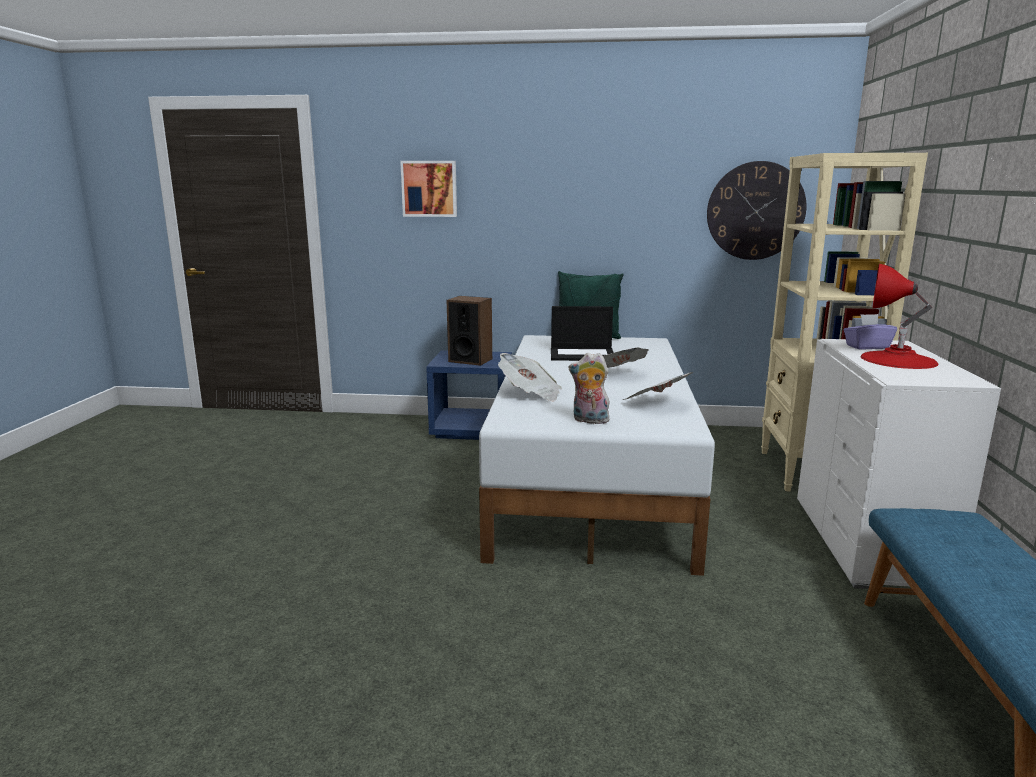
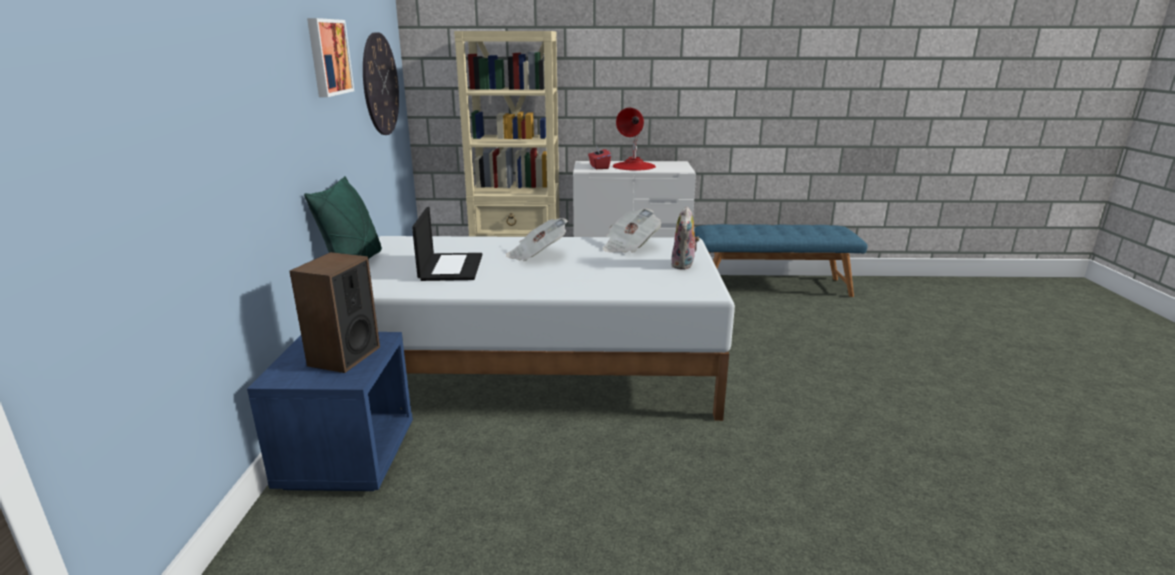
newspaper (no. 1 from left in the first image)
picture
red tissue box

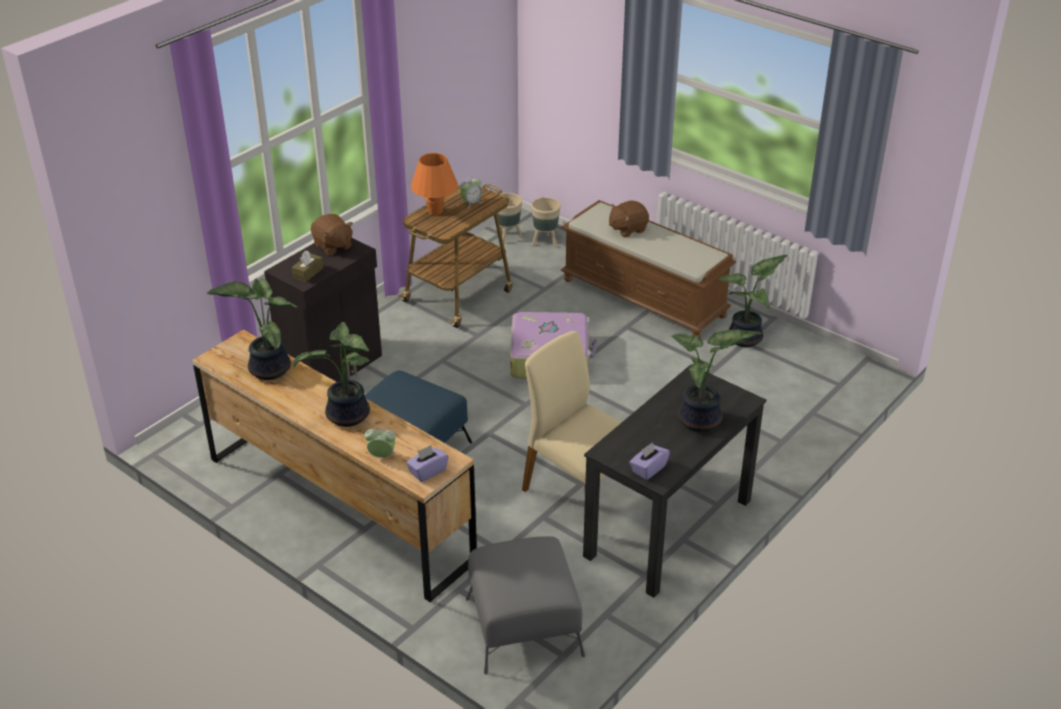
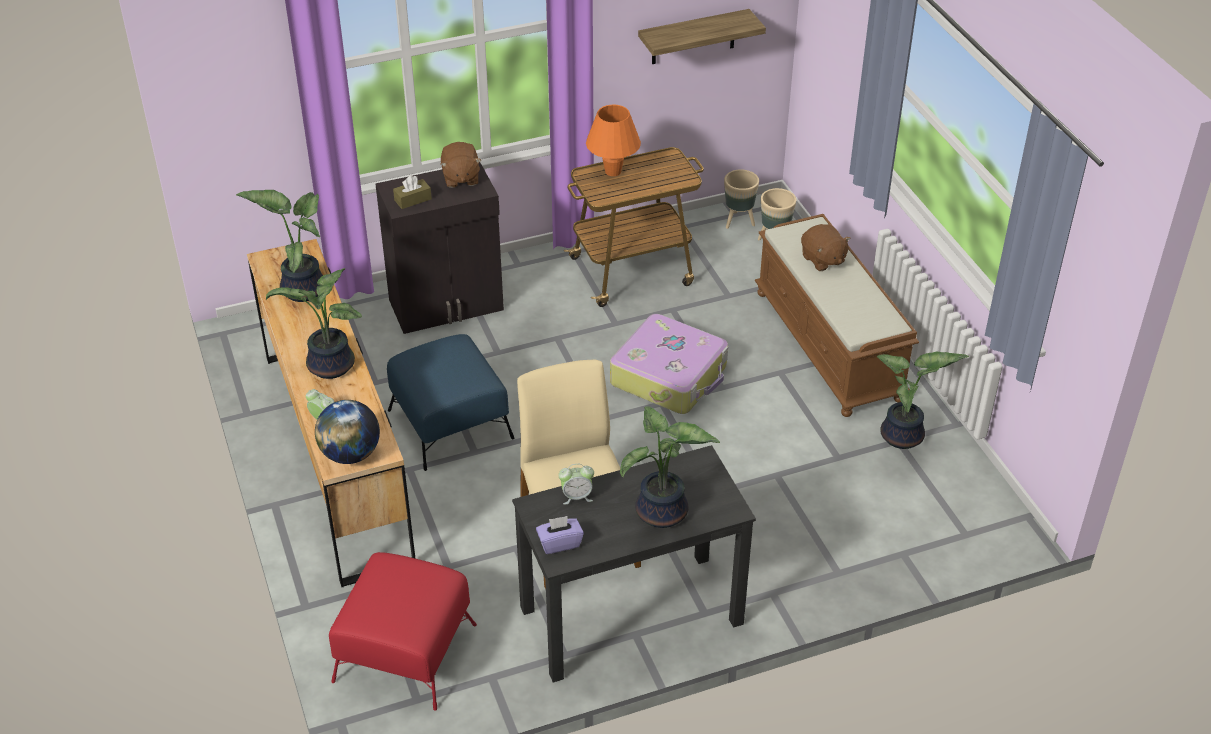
shelf
alarm clock (no. 2 from left)
globe
red ottoman
brown plush toy (no. 2 from left)

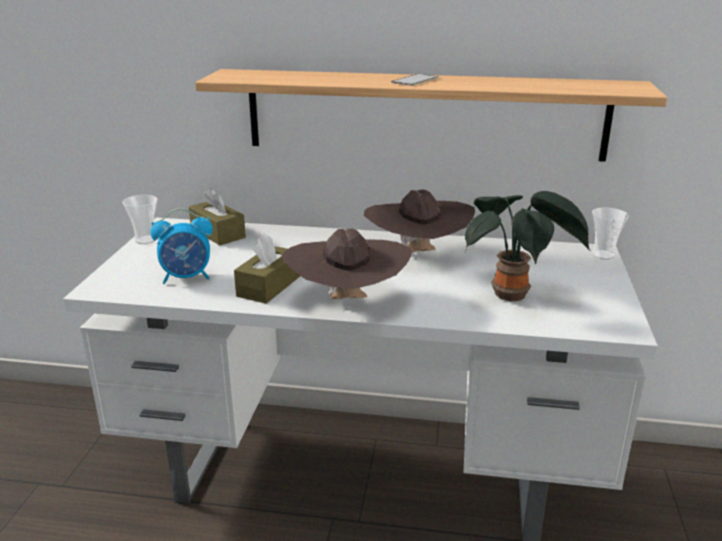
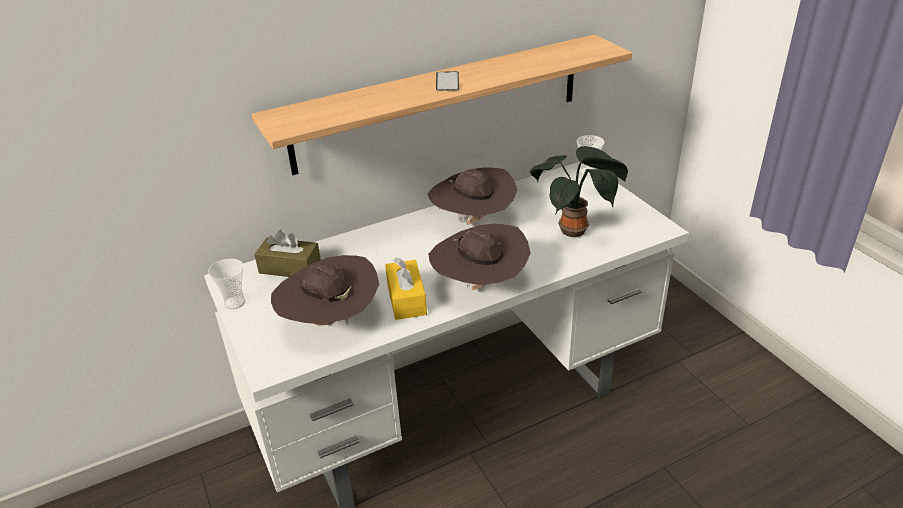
brown hat (no. 1 from left)
yellow tissue box

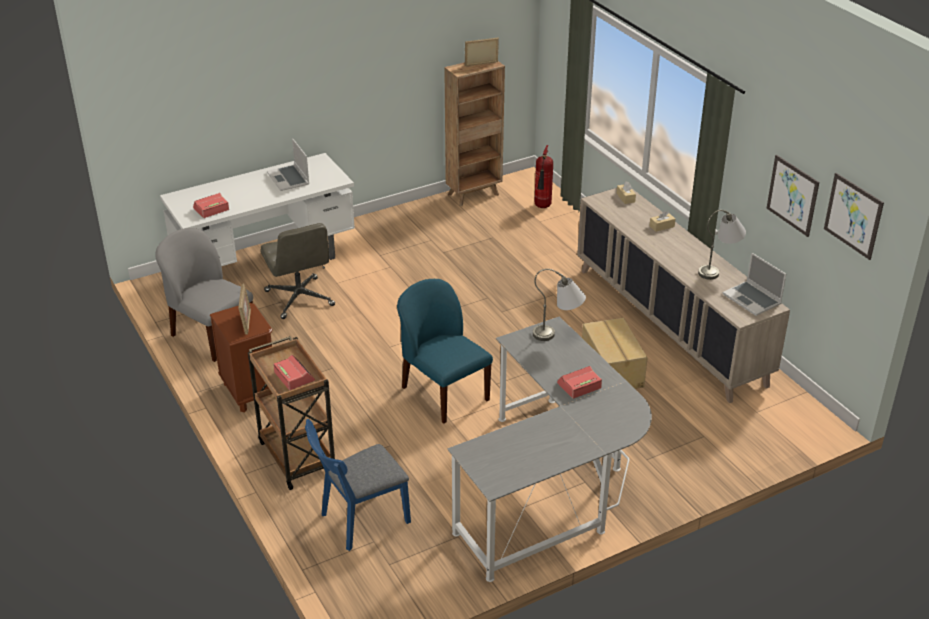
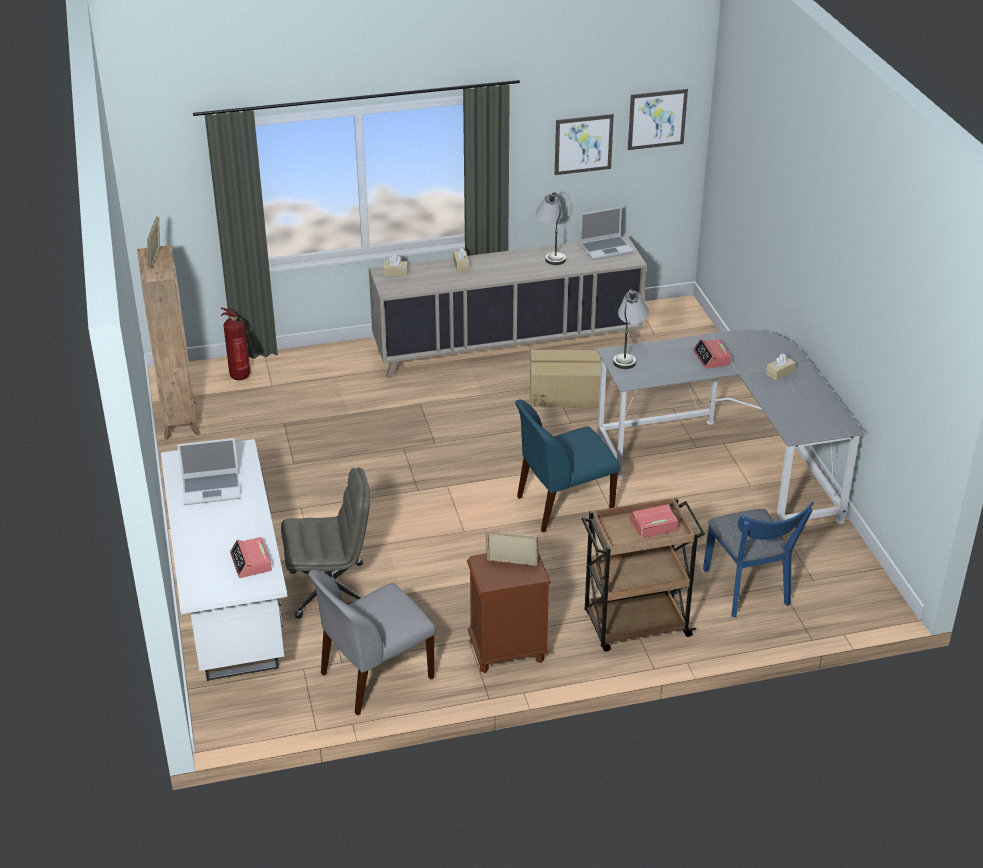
beige tissue box (no. 3 from left)

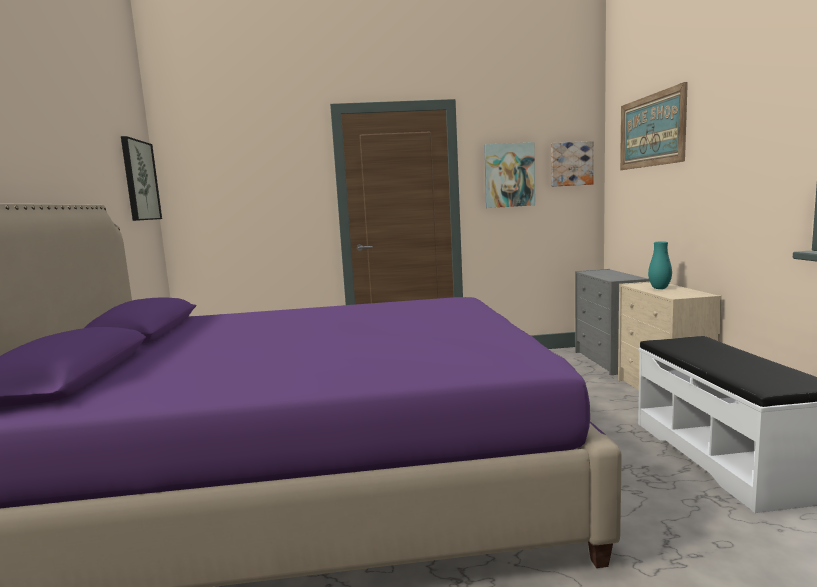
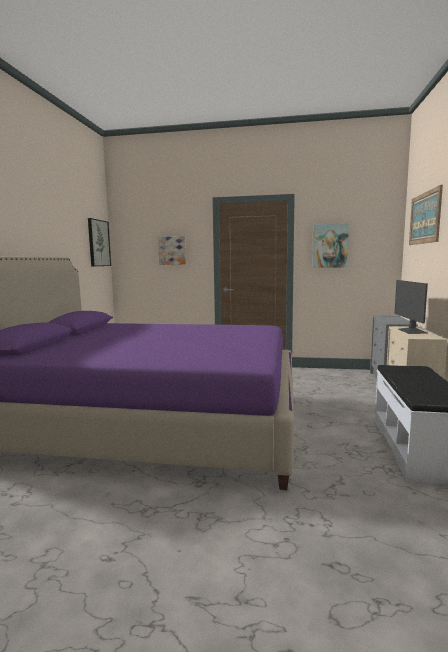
picture (no. 2 from left)
monitor

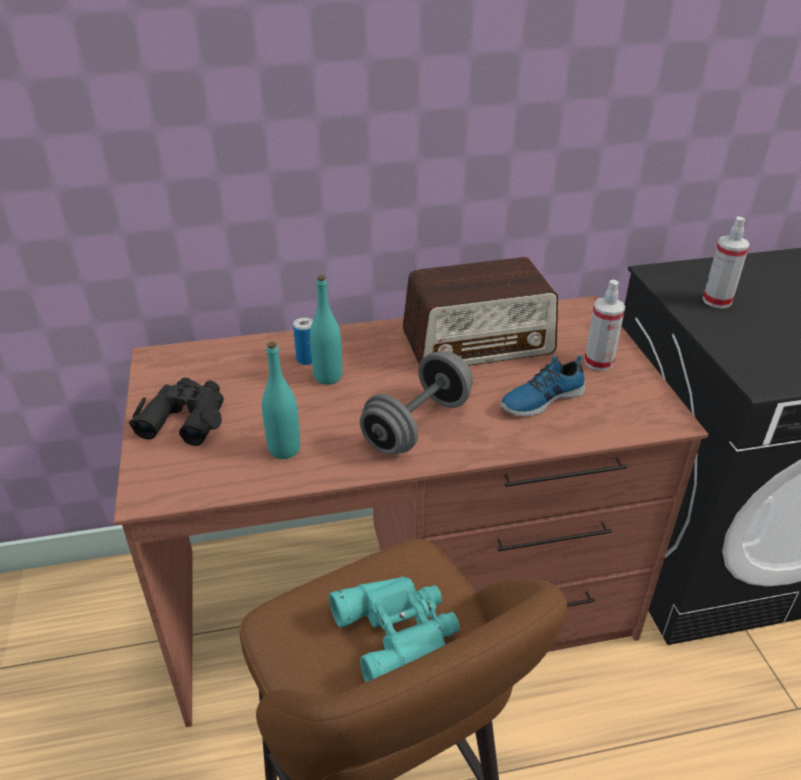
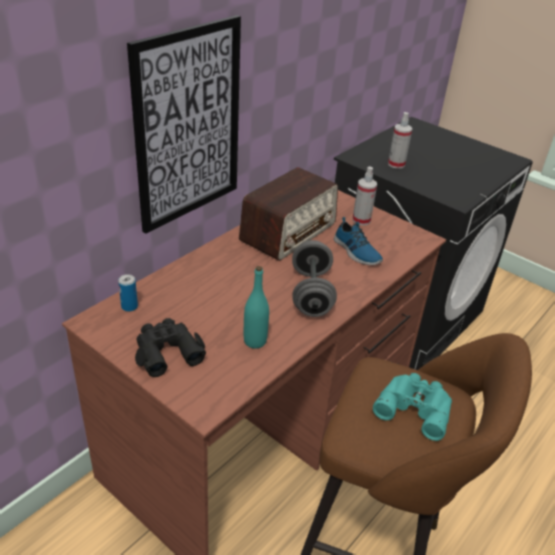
turquoise bottle (no. 2 from left in the first image)
picture
can
shoe

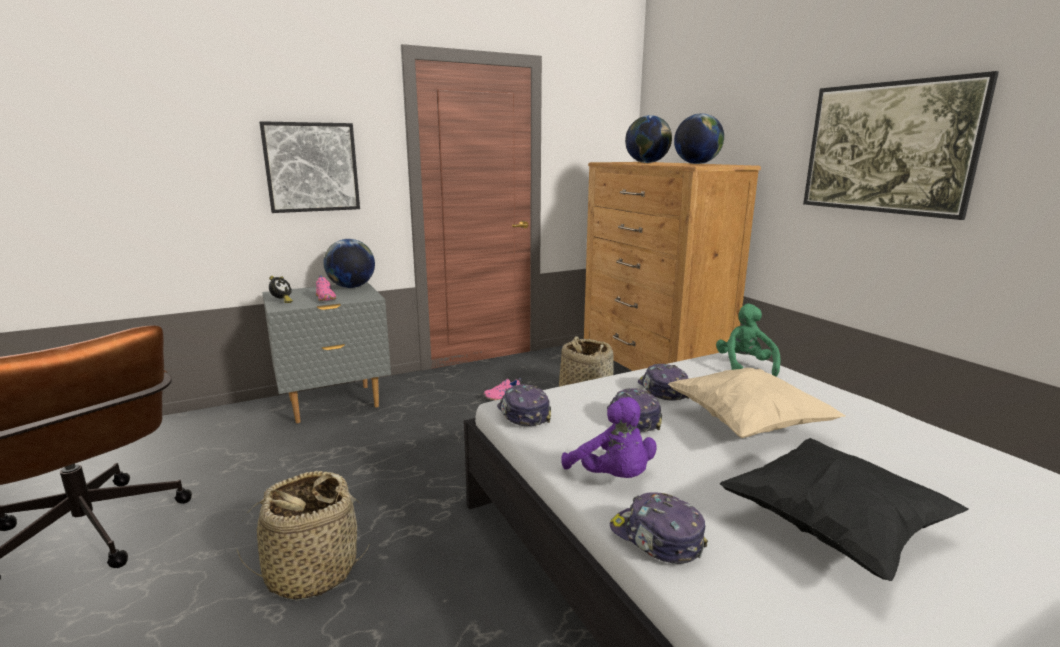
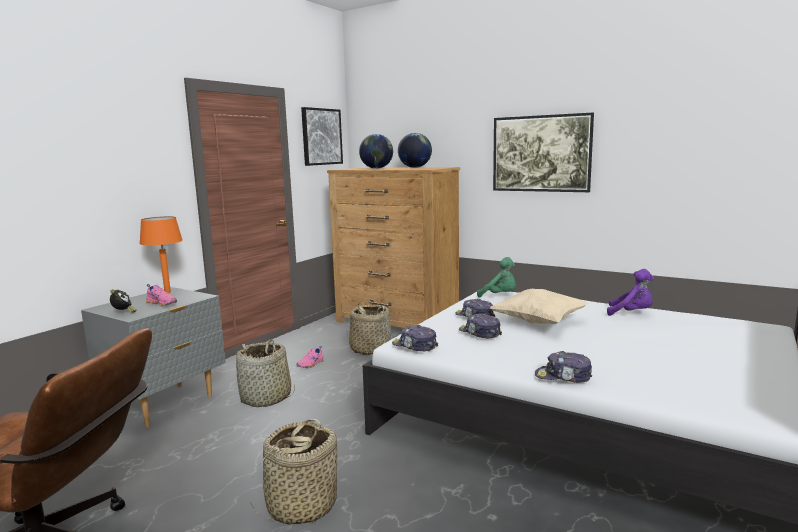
black pillow
basket (no. 1 from left)
picture (no. 1 from left)
purple plush toy
orange table lamp
green plush toy

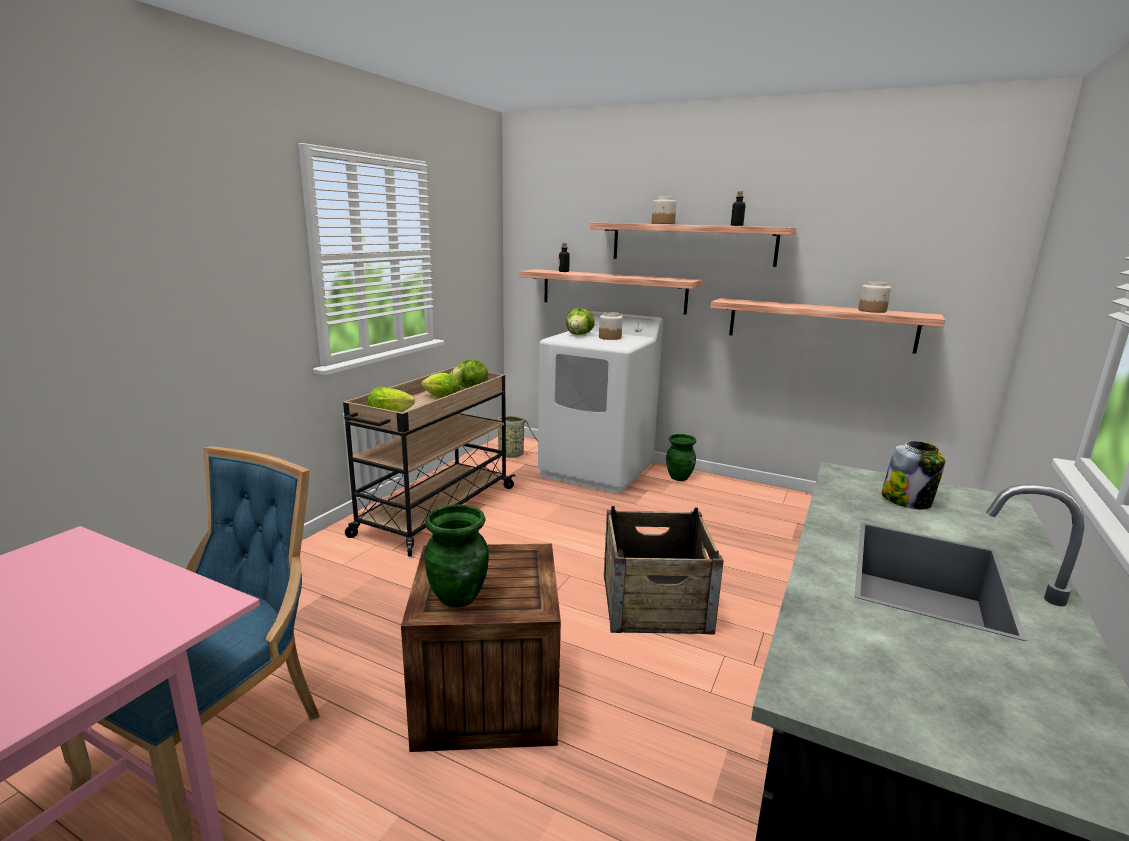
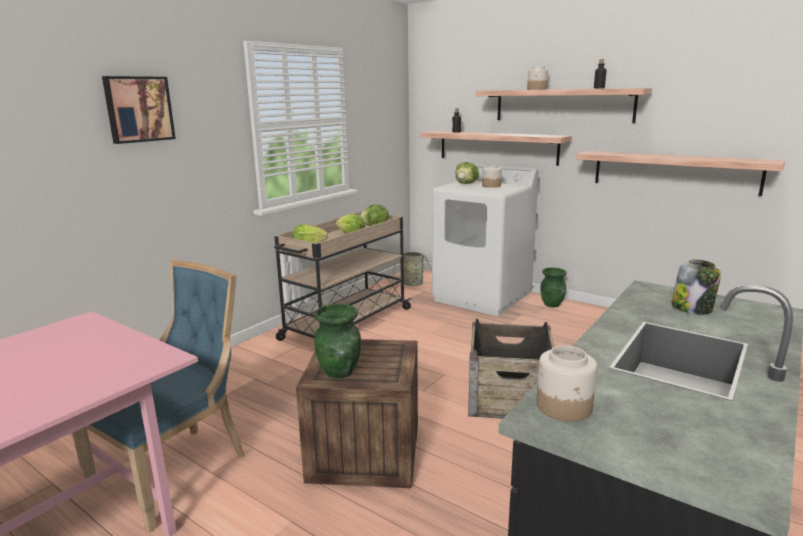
picture
jar (no. 3 from left)

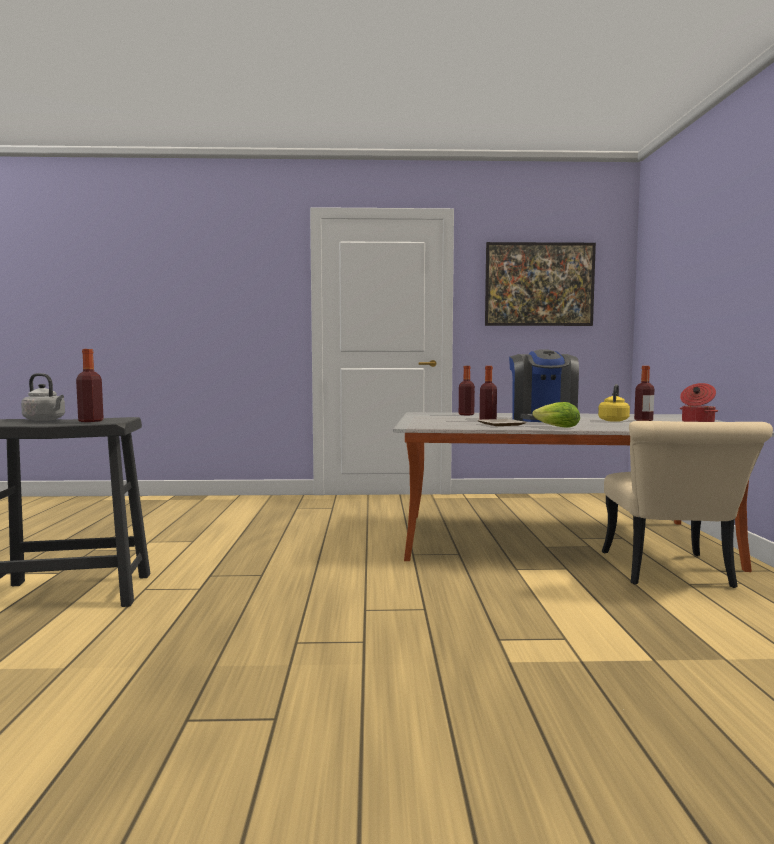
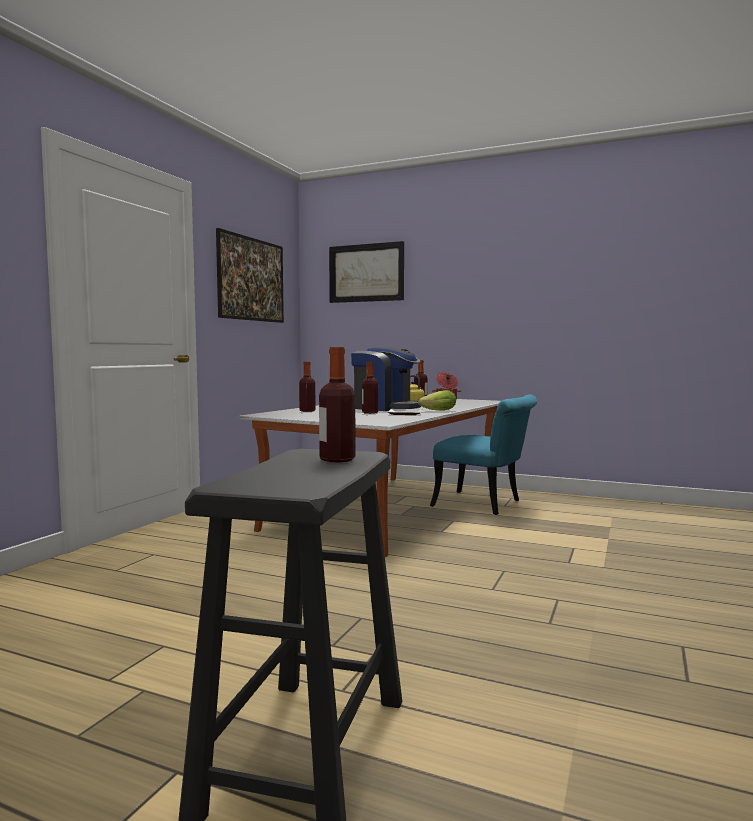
grey kettle
picture (no. 2 from left)
turquoise chair

